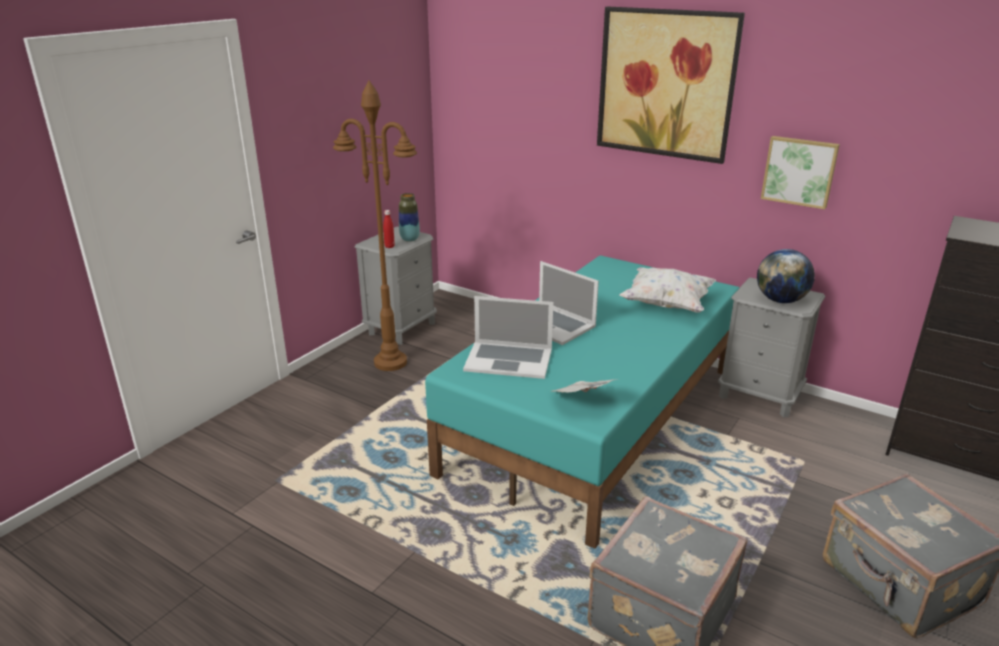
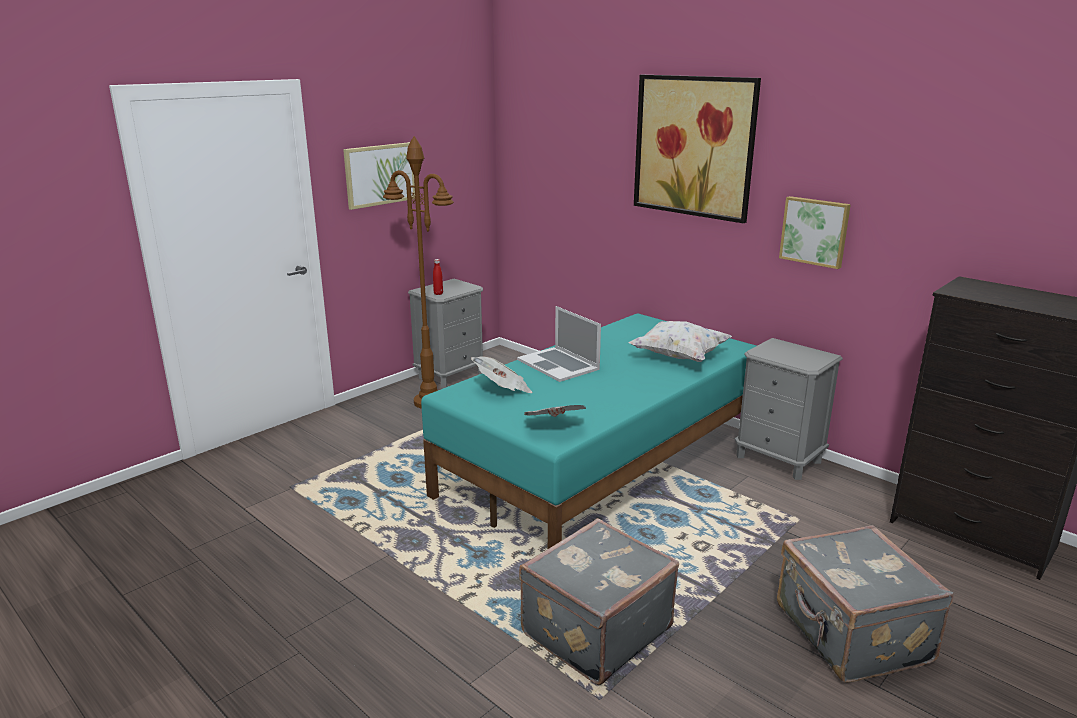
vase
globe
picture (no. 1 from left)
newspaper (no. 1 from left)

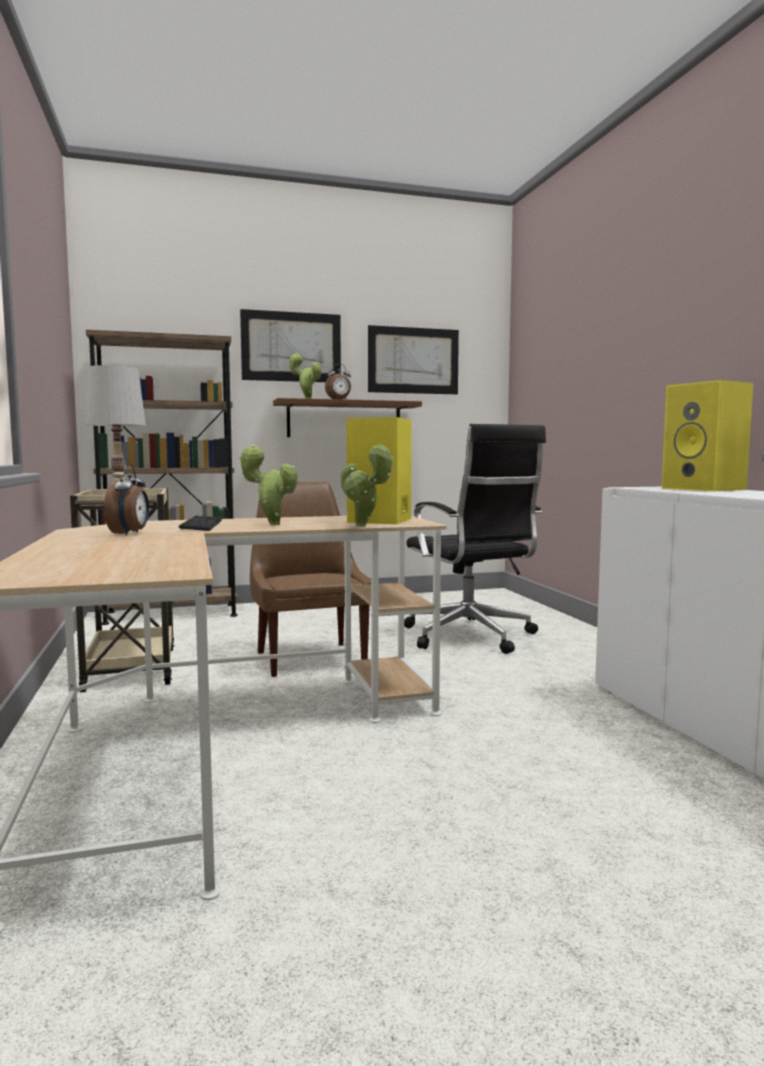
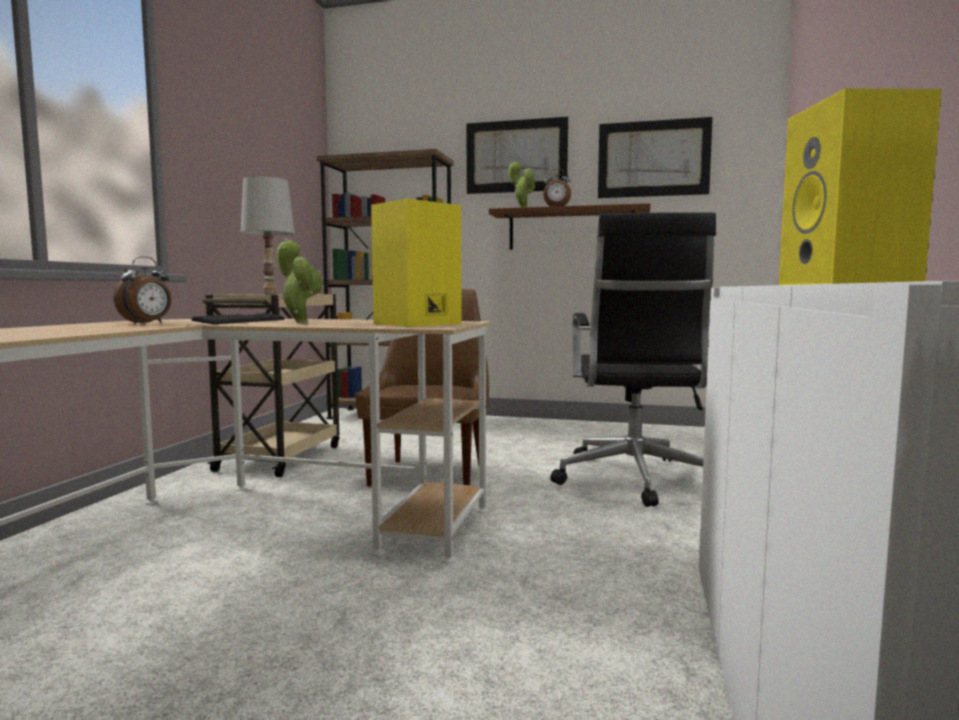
potted plant (no. 3 from left in the first image)

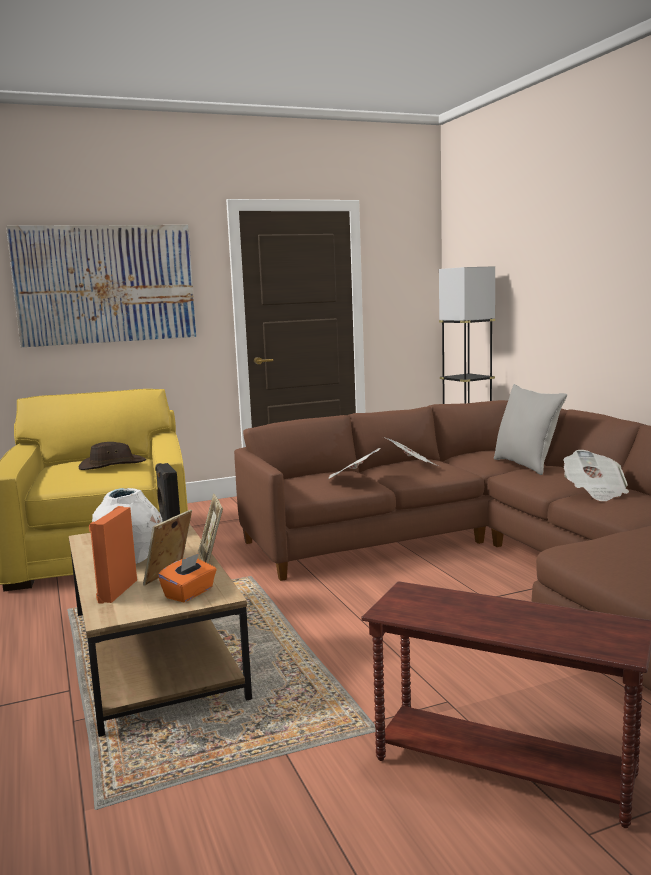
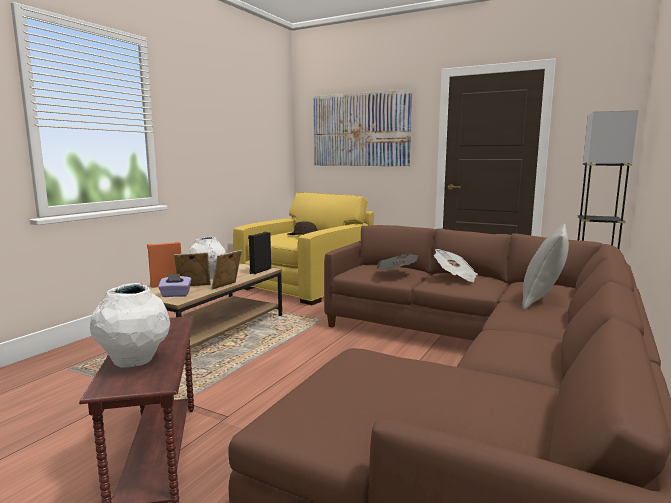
newspaper (no. 3 from left in the first image)
white vase (no. 1 from left)
purple tissue box

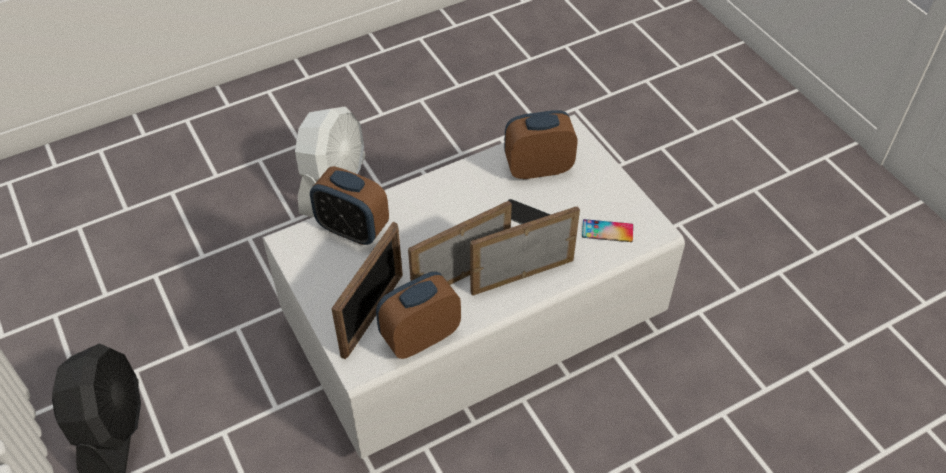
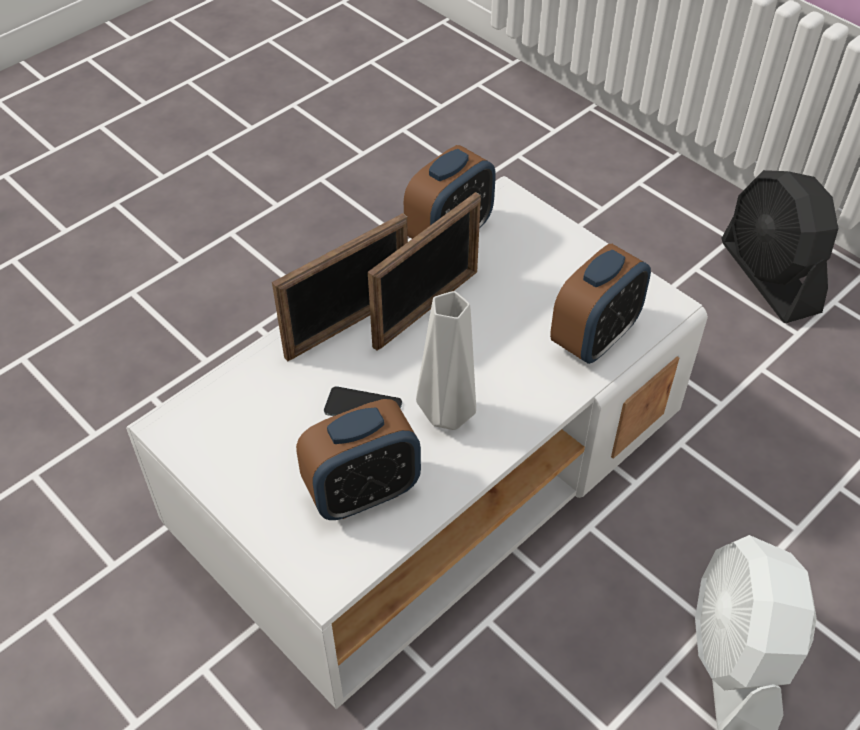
picture frame (no. 1 from left in the first image)
phone (no. 2 from left in the first image)
grey vase
alarm clock (no. 3 from left)

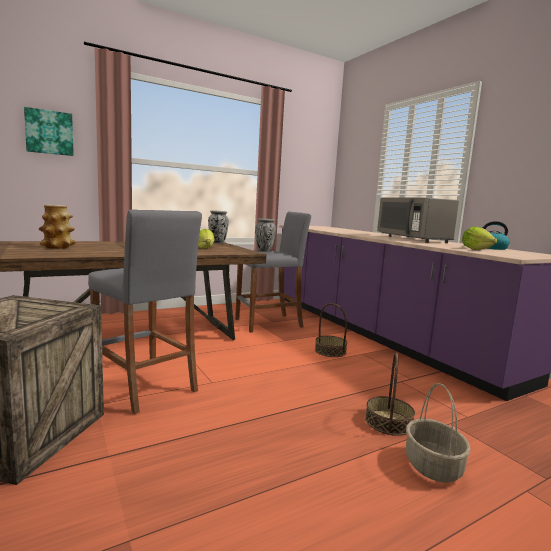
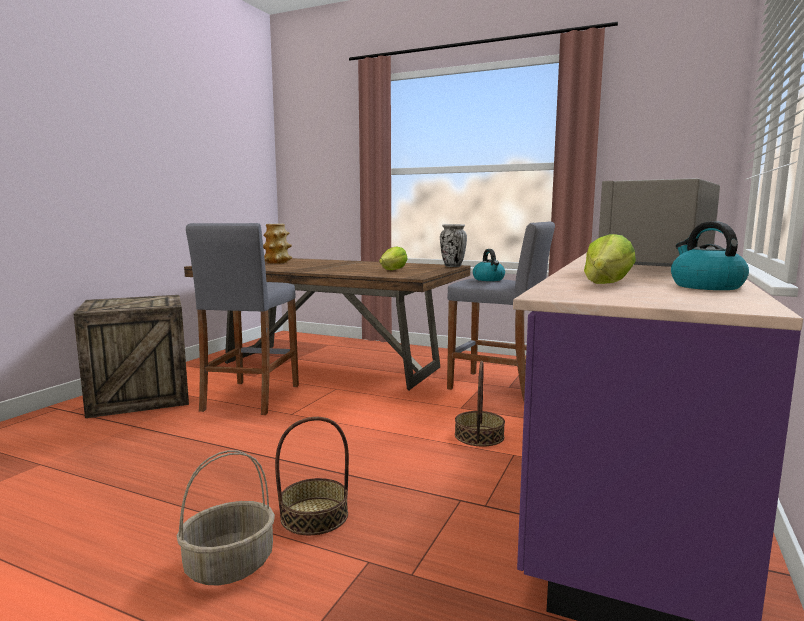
picture
kettle (no. 1 from left)

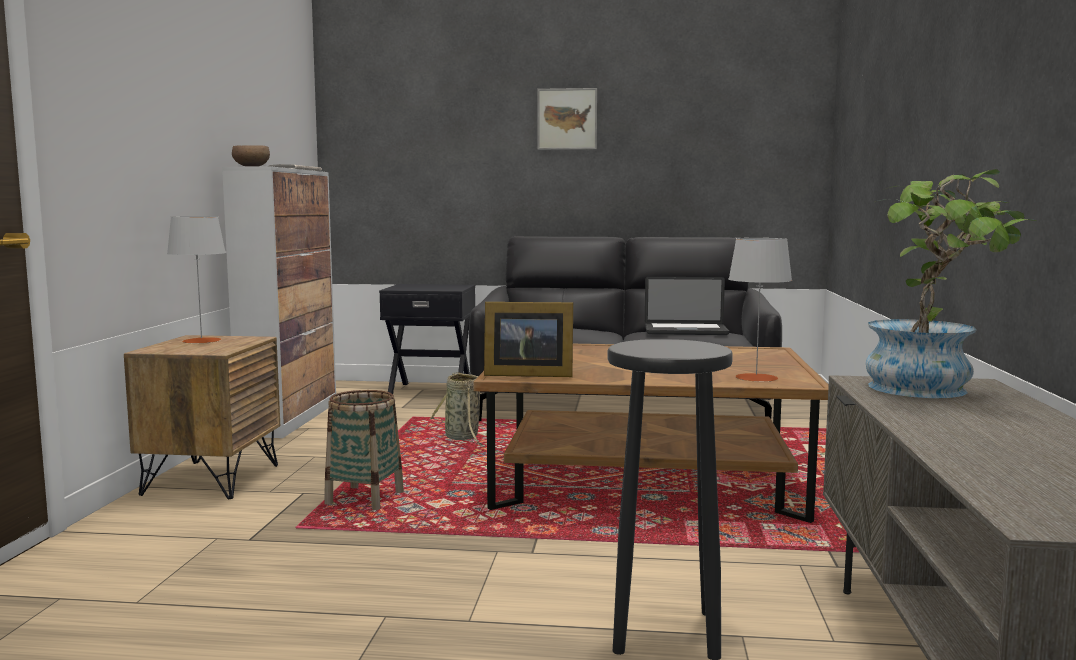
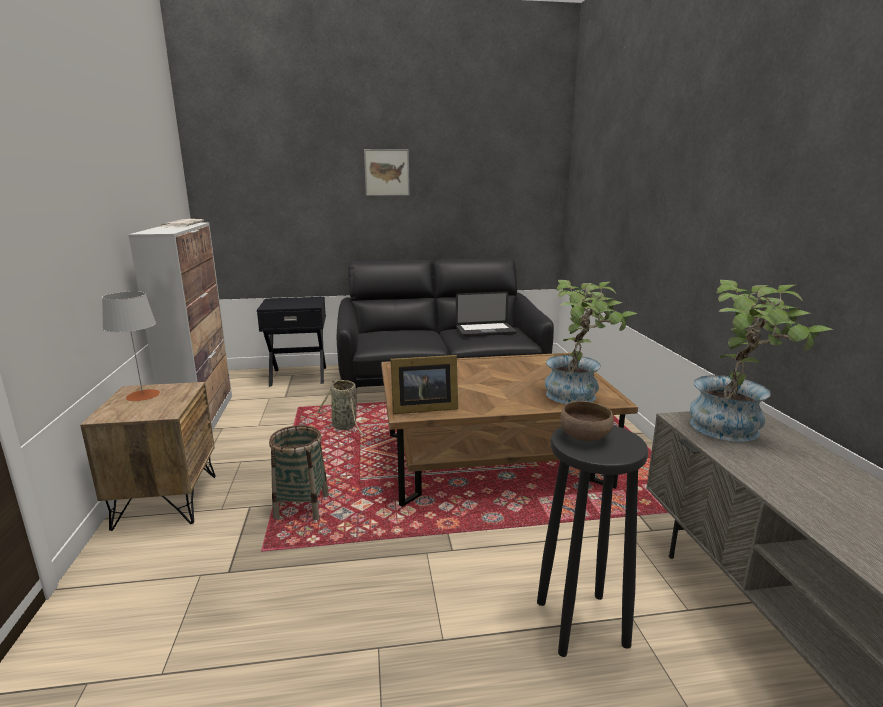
brown bowl
potted plant (no. 1 from left)

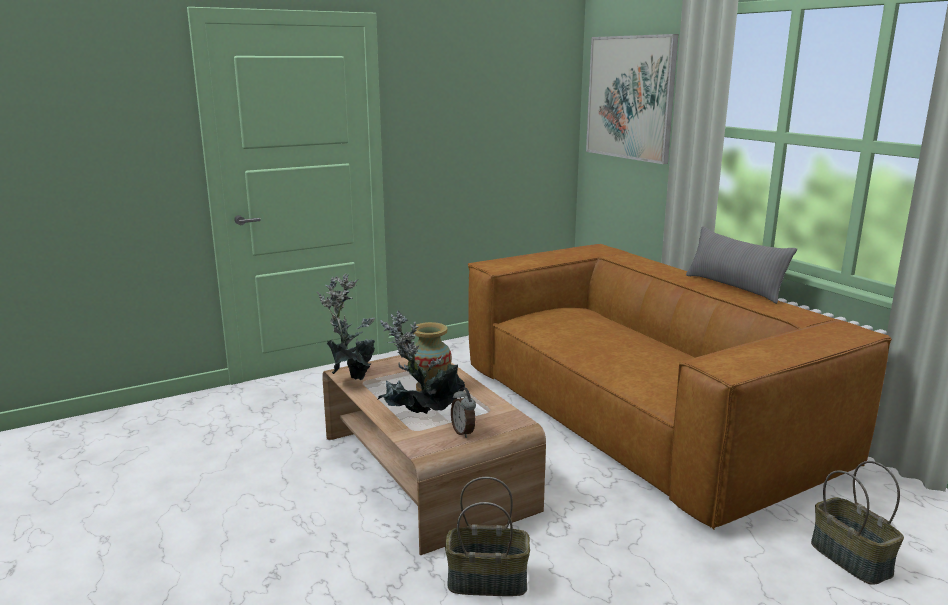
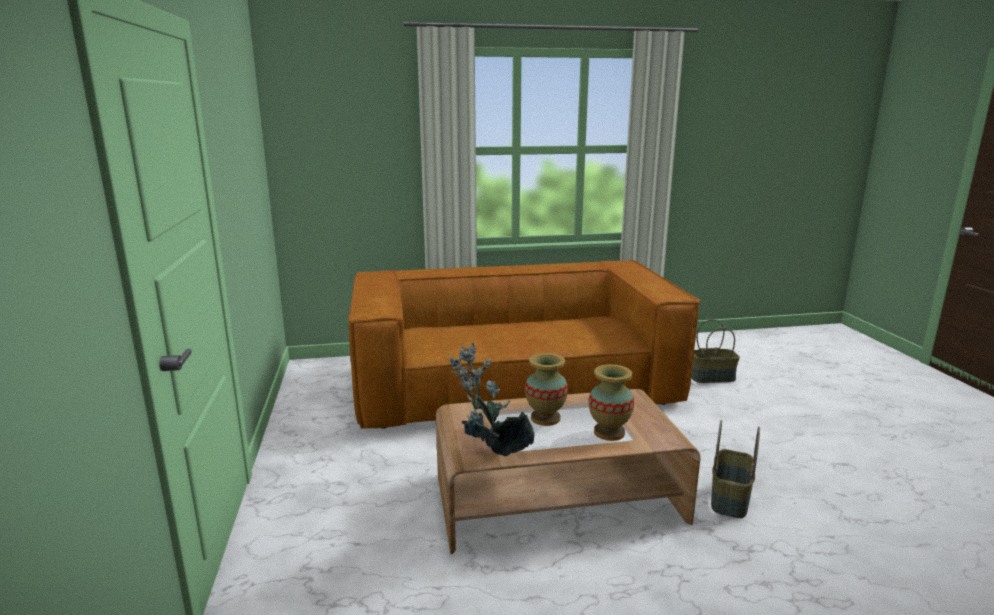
alarm clock
picture
grey pillow
vase (no. 2 from left)

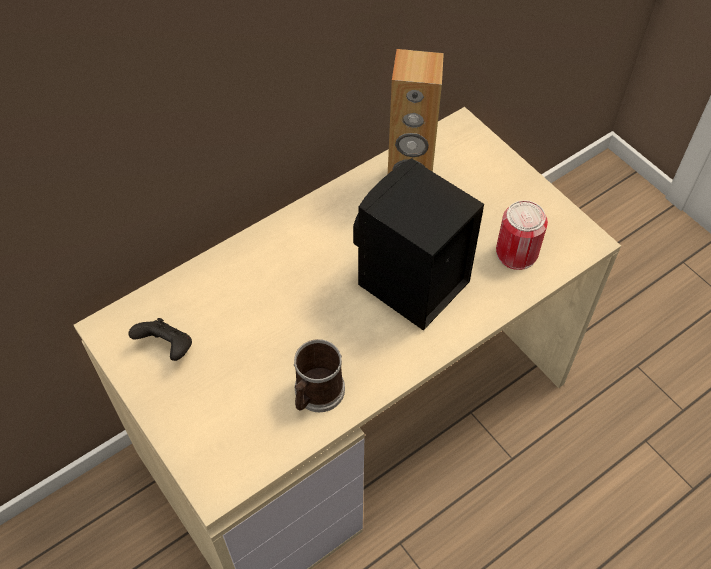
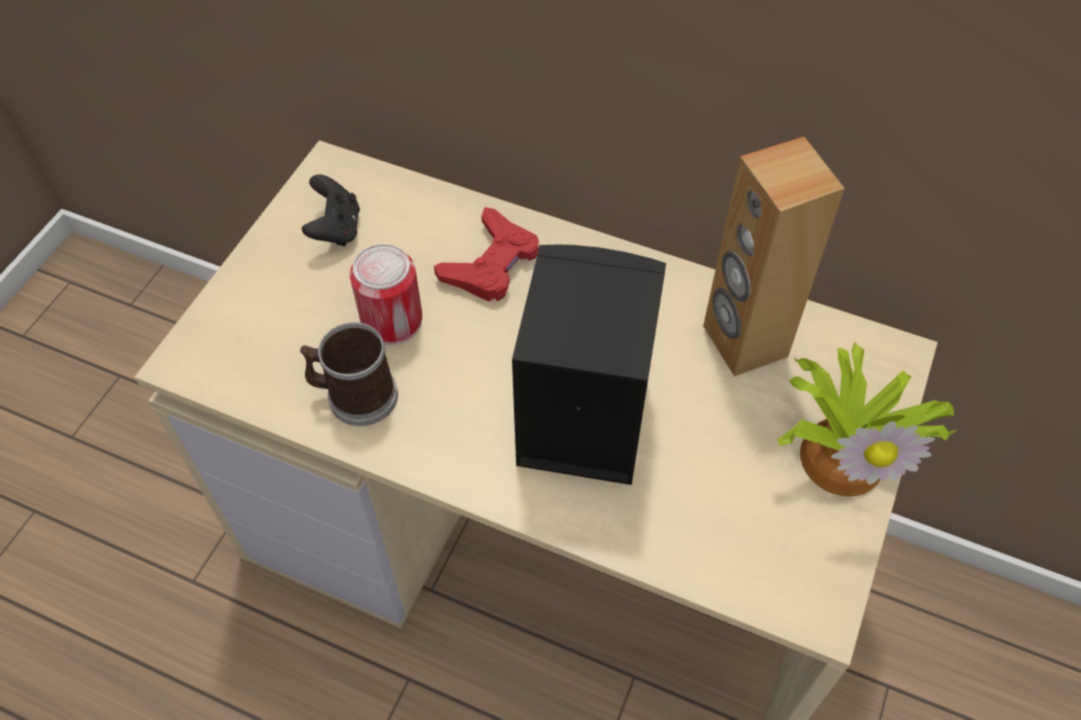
red game controller
potted plant
can

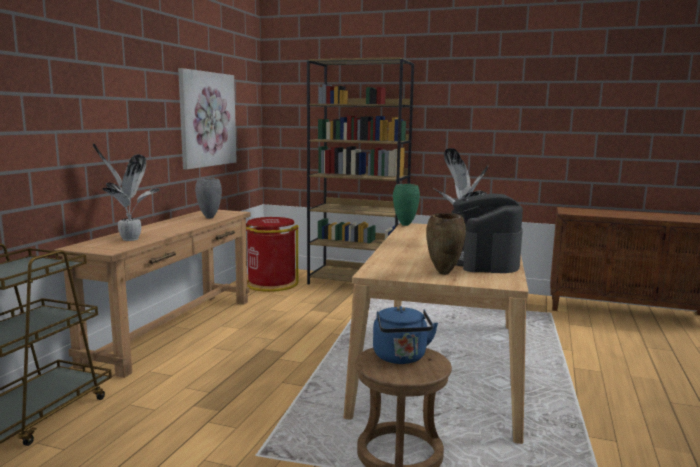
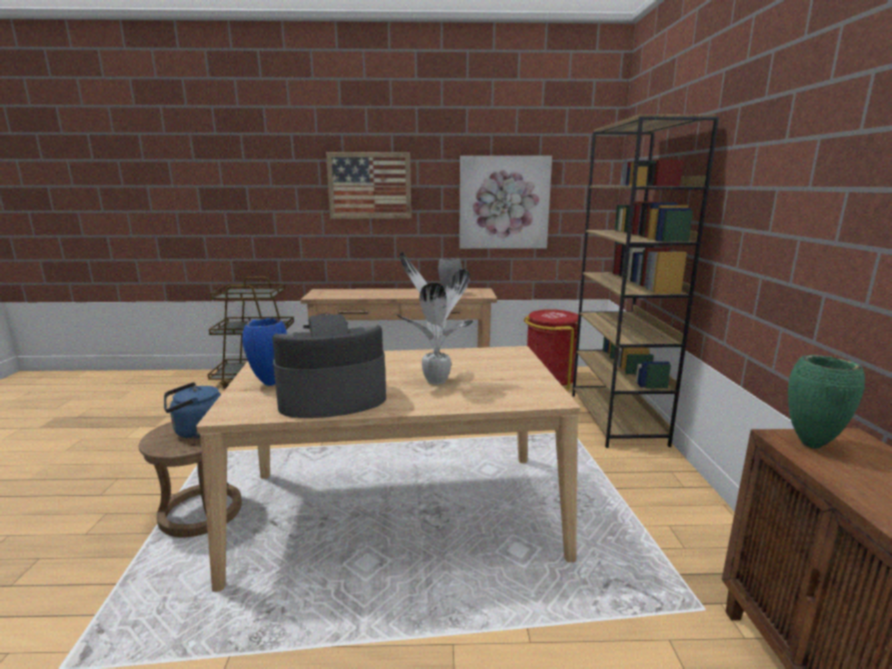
potted plant (no. 1 from left in the first image)
picture (no. 1 from left)
green vase
blue vase

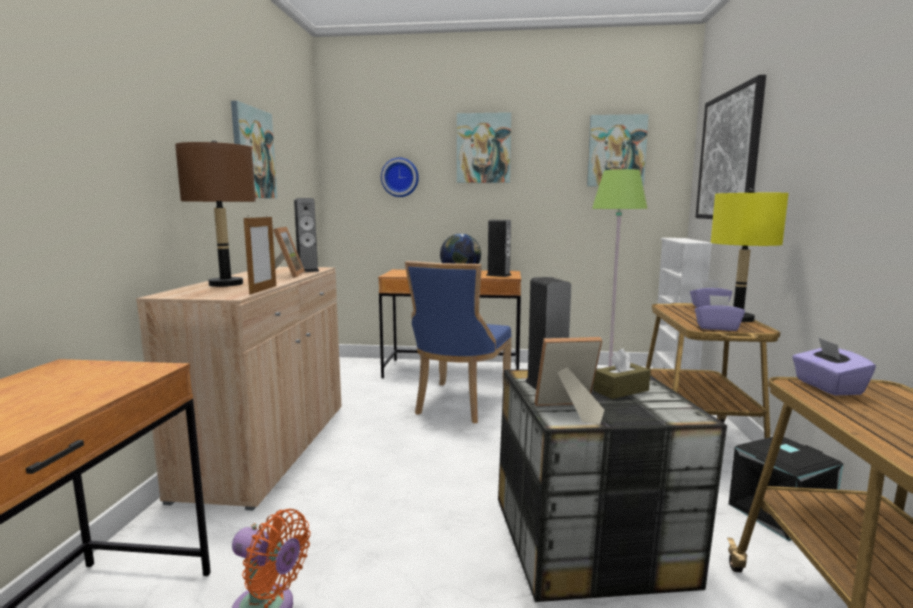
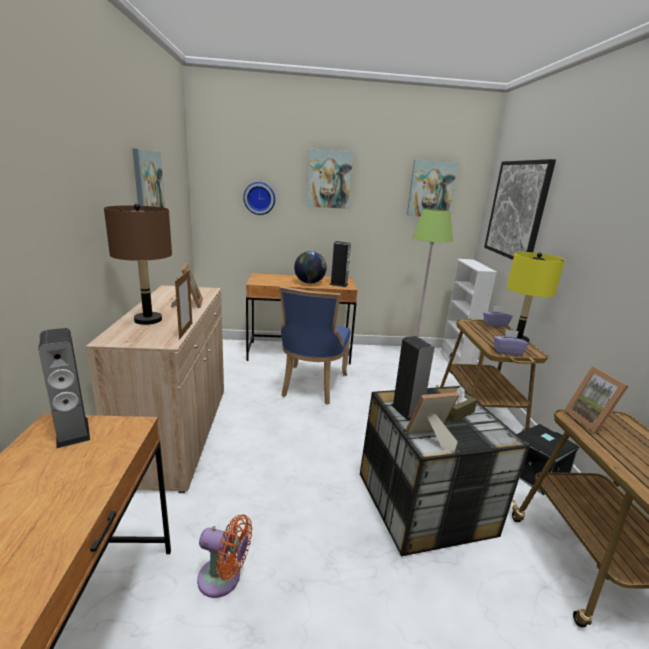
speaker (no. 1 from left)
picture frame (no. 4 from left)

